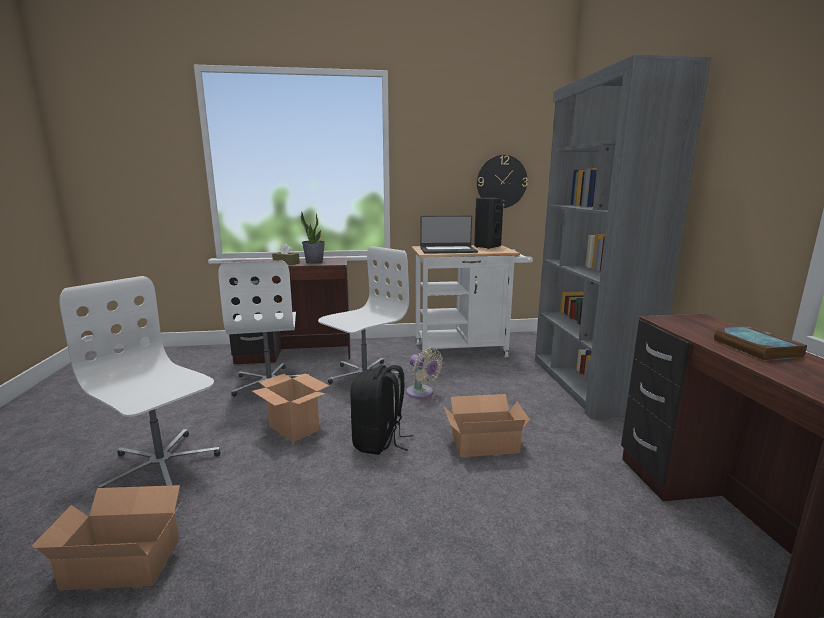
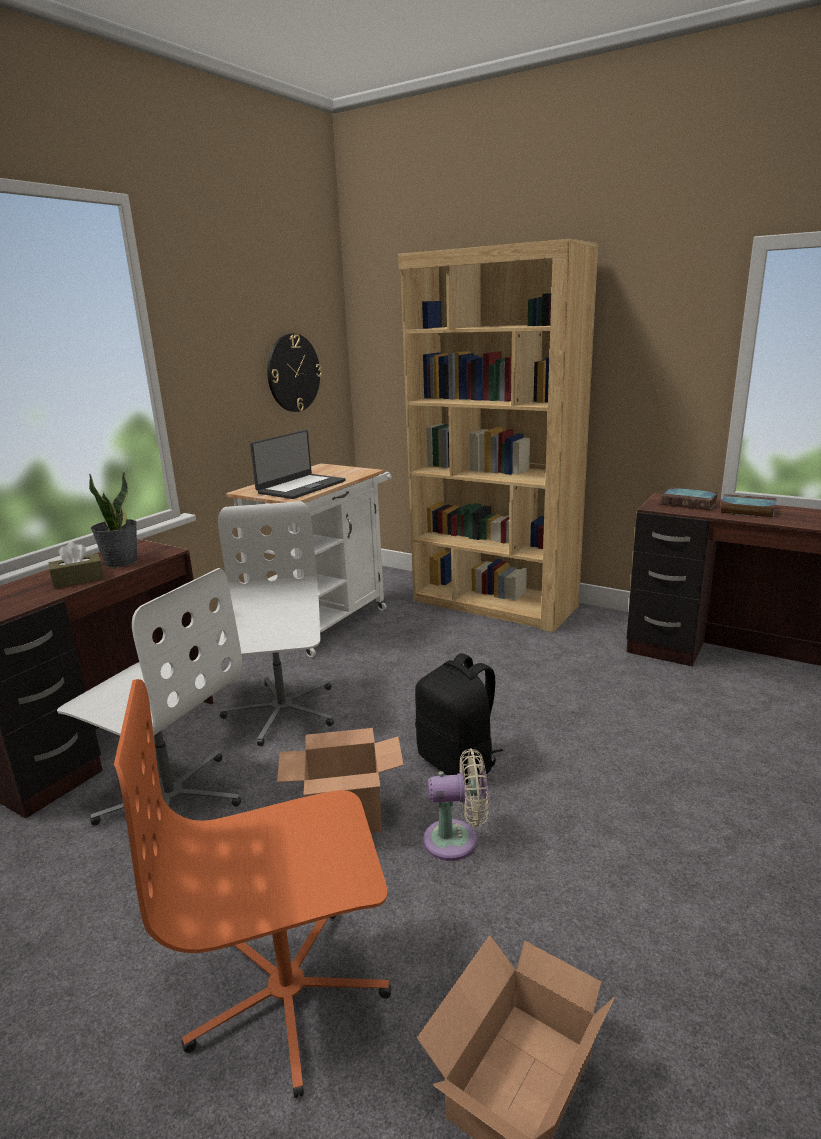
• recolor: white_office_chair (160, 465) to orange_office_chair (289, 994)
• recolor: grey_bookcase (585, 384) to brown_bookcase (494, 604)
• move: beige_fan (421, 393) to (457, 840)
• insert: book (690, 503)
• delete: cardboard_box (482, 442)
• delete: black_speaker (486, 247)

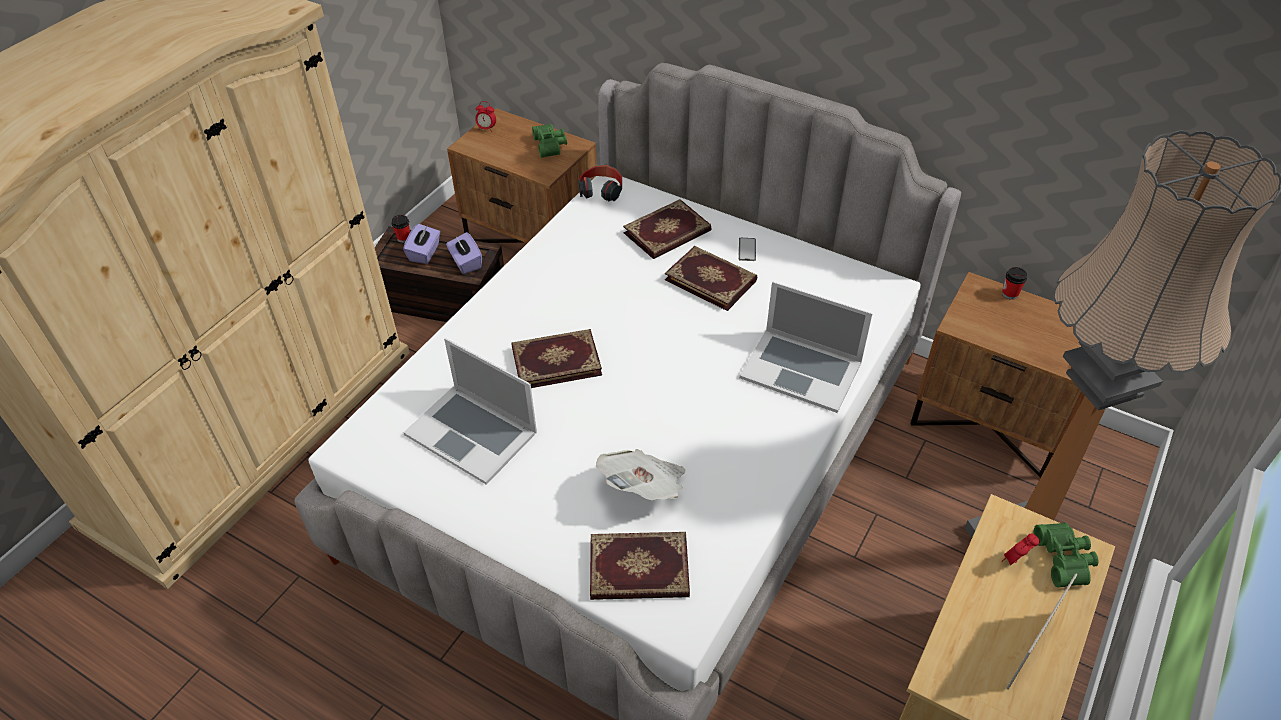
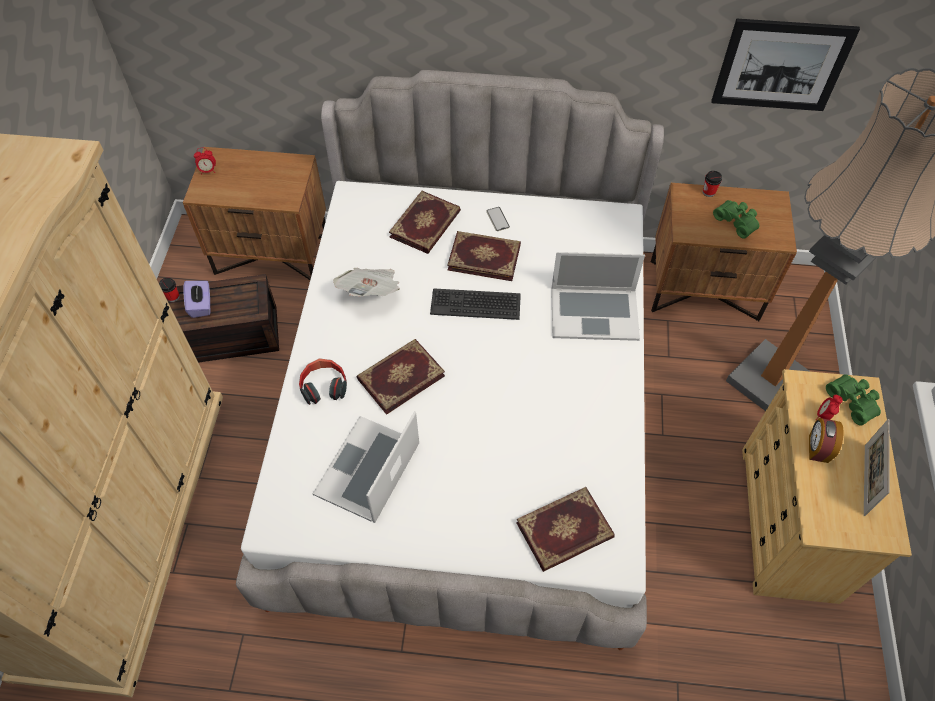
• move: headphones (601, 190) to (324, 386)
• rotate: laptop (471, 433) = (368, 469) 105 degrees clockwise
• move: newspaper (644, 487) to (371, 292)
• insert: keyboard (475, 304)
• insert: picture (781, 65)
• move: green_binoculars (551, 145) to (737, 221)
• insert: alarm_clock (817, 448)
• delete: purple_tissue_box (466, 262)

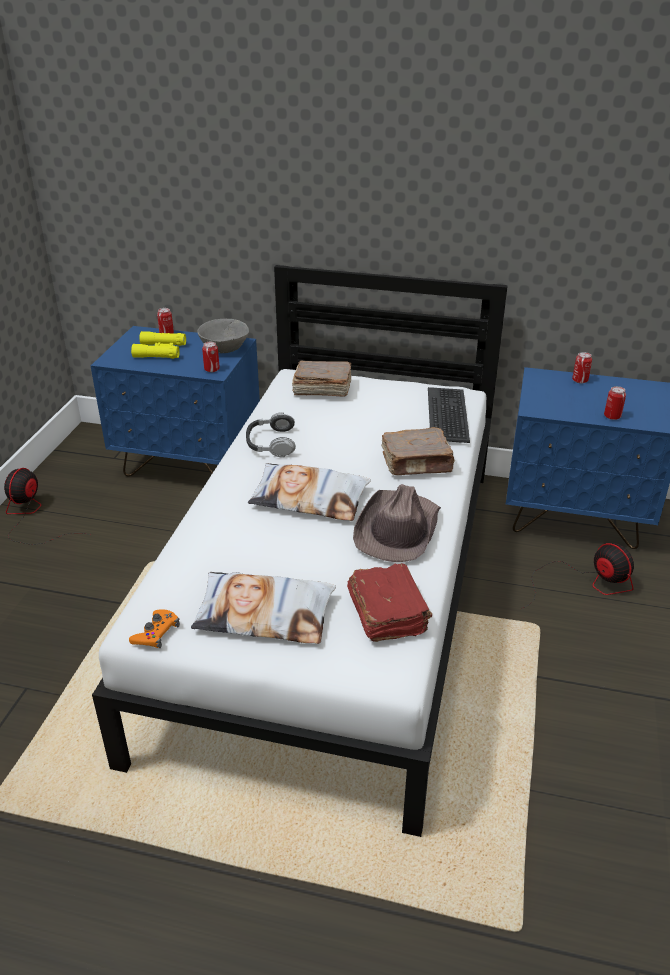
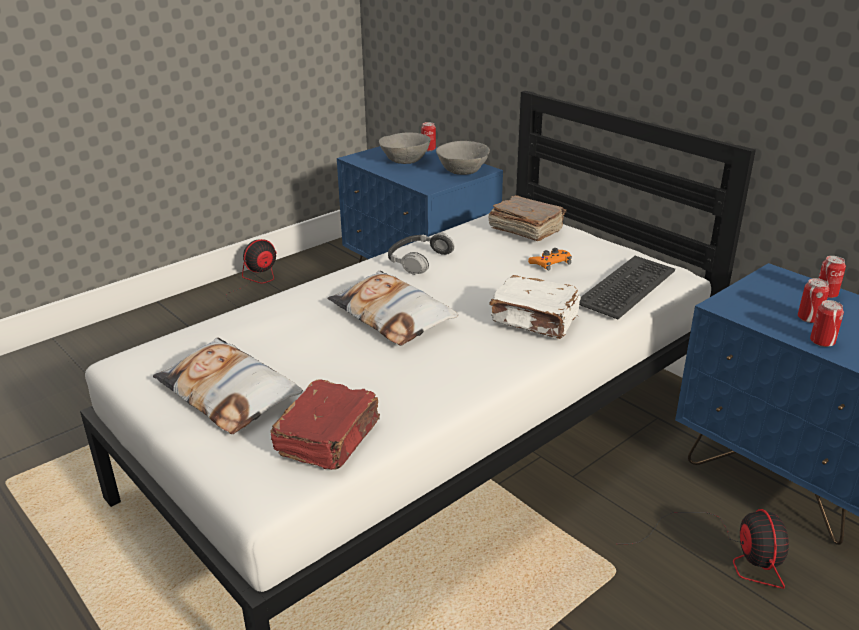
• replace: yellow_binoculars (160, 351) to grey_bowl (405, 160)
• recolor: brown_book (417, 463) to white_book (535, 320)
• move: orange_game_controller (156, 633) to (550, 263)
• move: can (212, 369) to (809, 318)
• delete: brown_hat (398, 529)

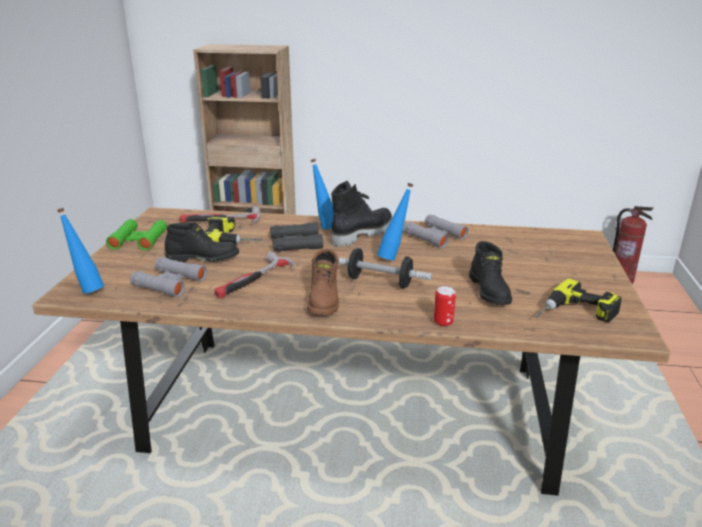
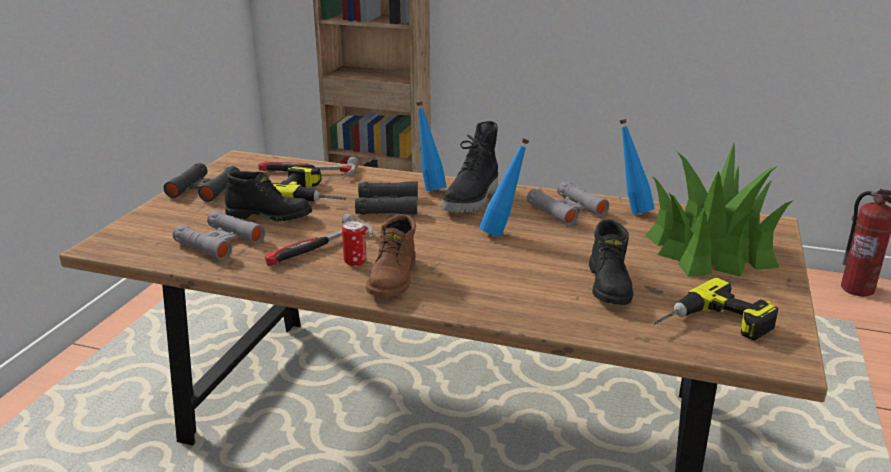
• recolor: green_binoculars (139, 240) to black_binoculars (204, 189)
• move: can (443, 322) to (355, 262)
• rotate: black_boot (361, 234) = (472, 200) 150 degrees clockwise
• move: blue_bottle (87, 289) to (631, 210)
• insert: potted_plant (711, 250)
• delete: dumbbell (380, 282)

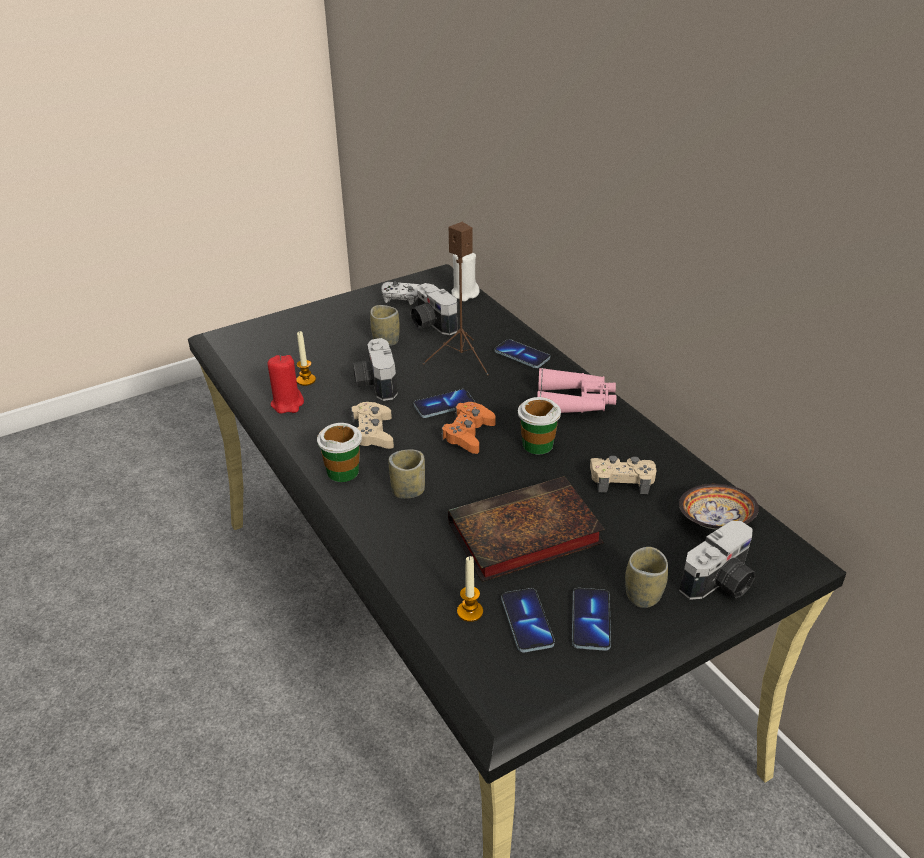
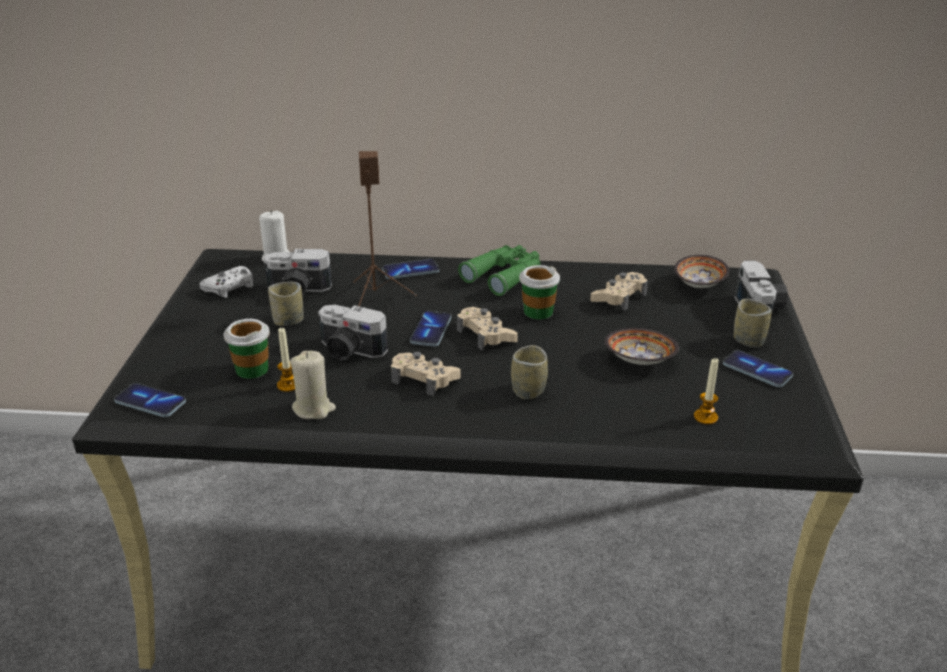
• move: phone (527, 621) to (150, 402)
• move: cup (343, 471) to (252, 369)
• recolor: red_candle (287, 404) to beige_candle (313, 409)
• recolor: orange_game_controller (468, 434) to beige_game_controller (486, 335)
• recolor: pink_binoculars (575, 402) to green_binoculars (504, 276)
• replace: book (521, 536) to bowl (641, 362)

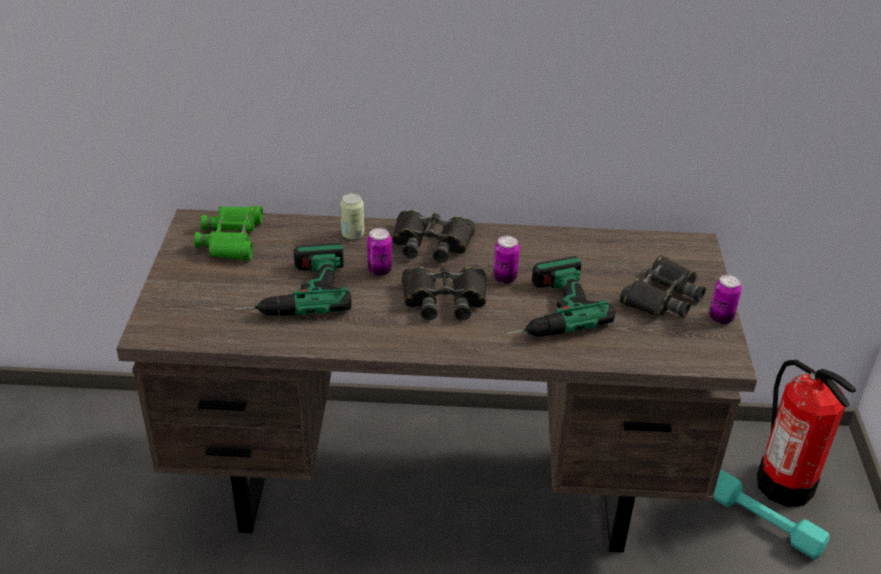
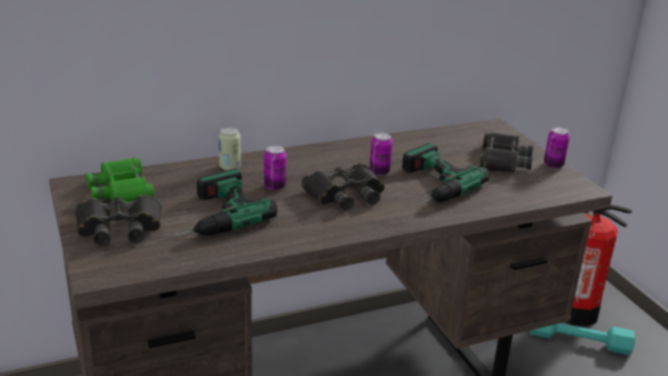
• move: black_binoculars (431, 243) to (119, 228)

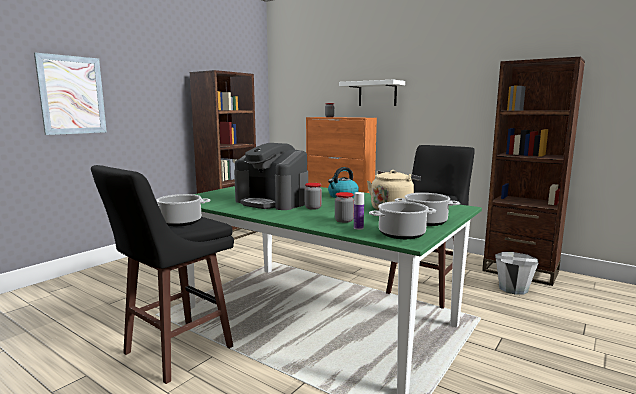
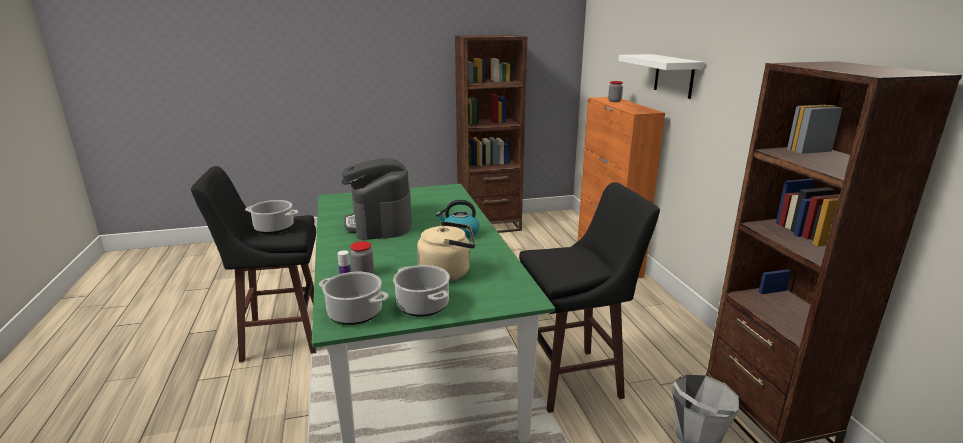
• delete: picture (72, 95)
• delete: jar (313, 208)

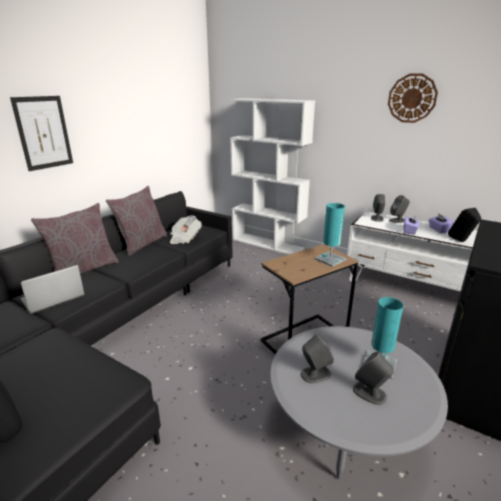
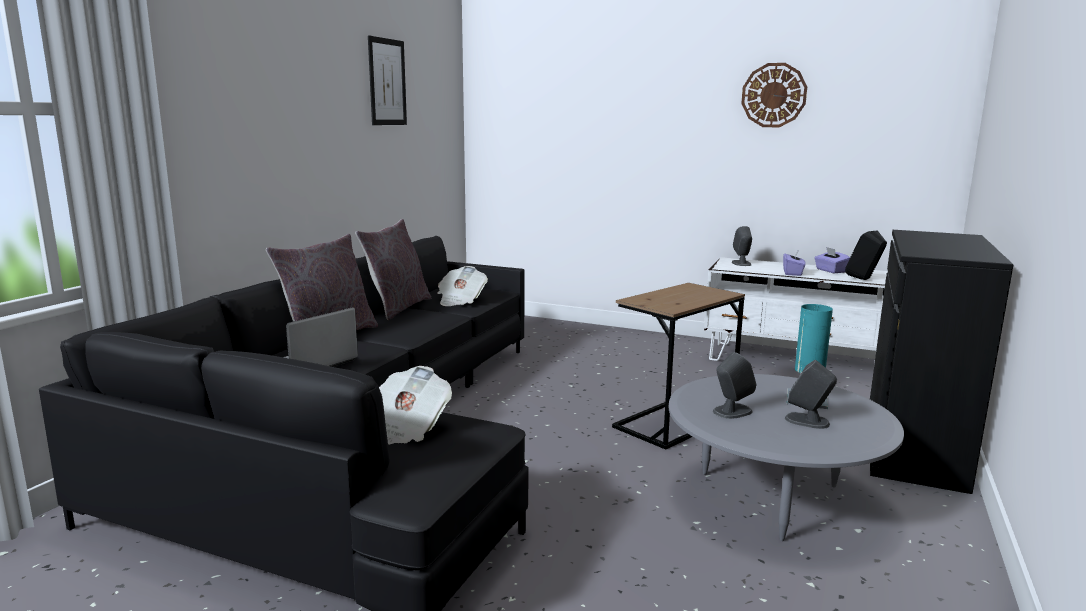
• move: picture (43, 133) to (387, 82)
• insert: newspaper (405, 429)
• delete: white_bookcase (268, 244)
• delete: turquoise_table_lamp (330, 259)
• delete: grey_speaker (397, 220)

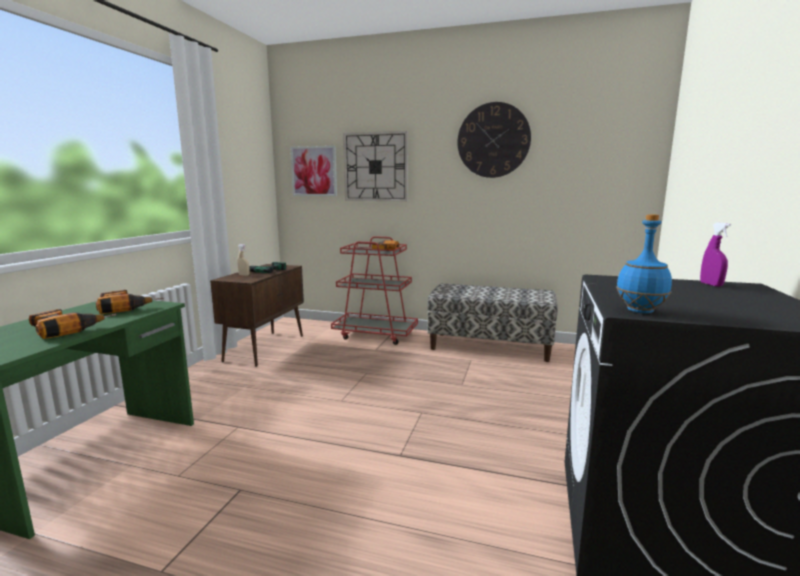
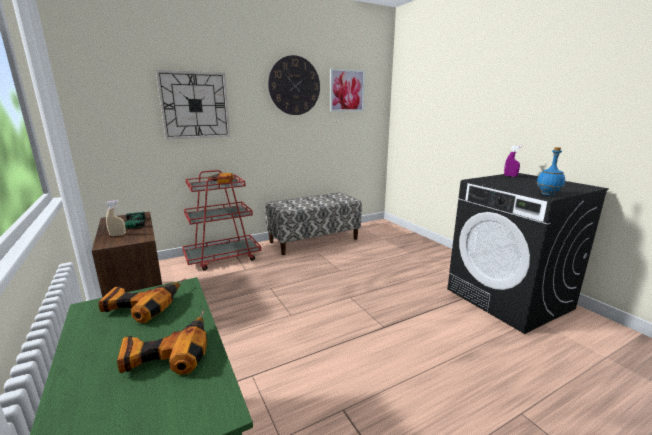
• move: picture (314, 171) to (346, 90)

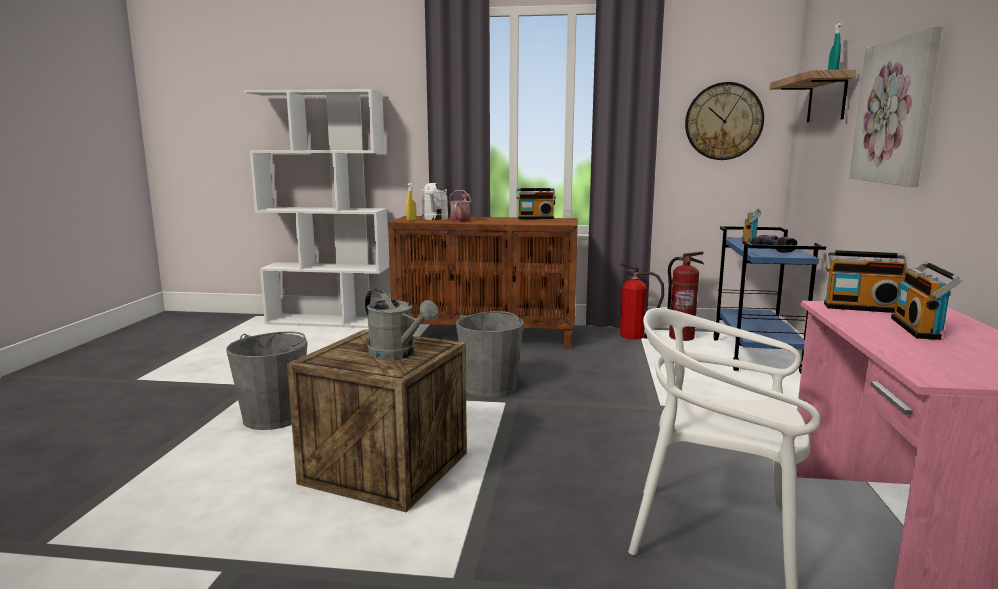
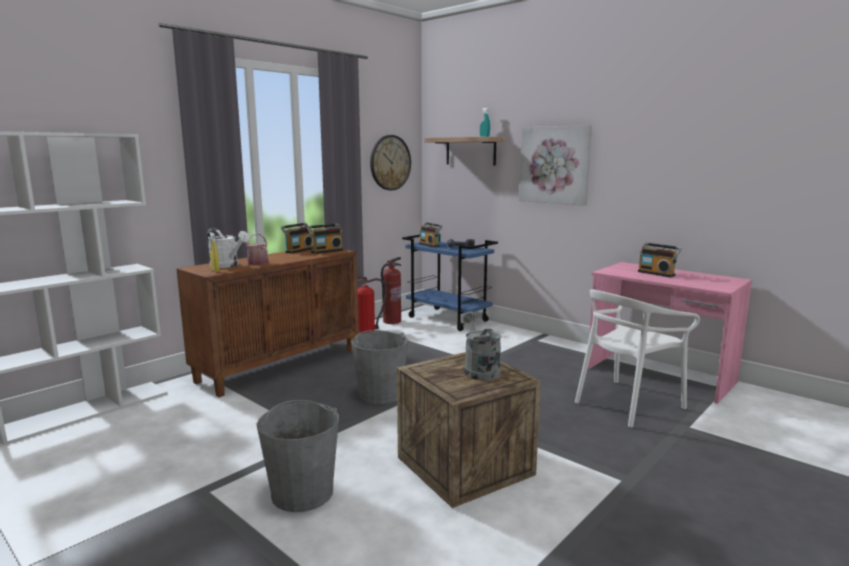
• move: radio (860, 307) to (326, 251)
• rotate: grey_watering_can (398, 354) = (479, 370) 90 degrees counterclockwise

